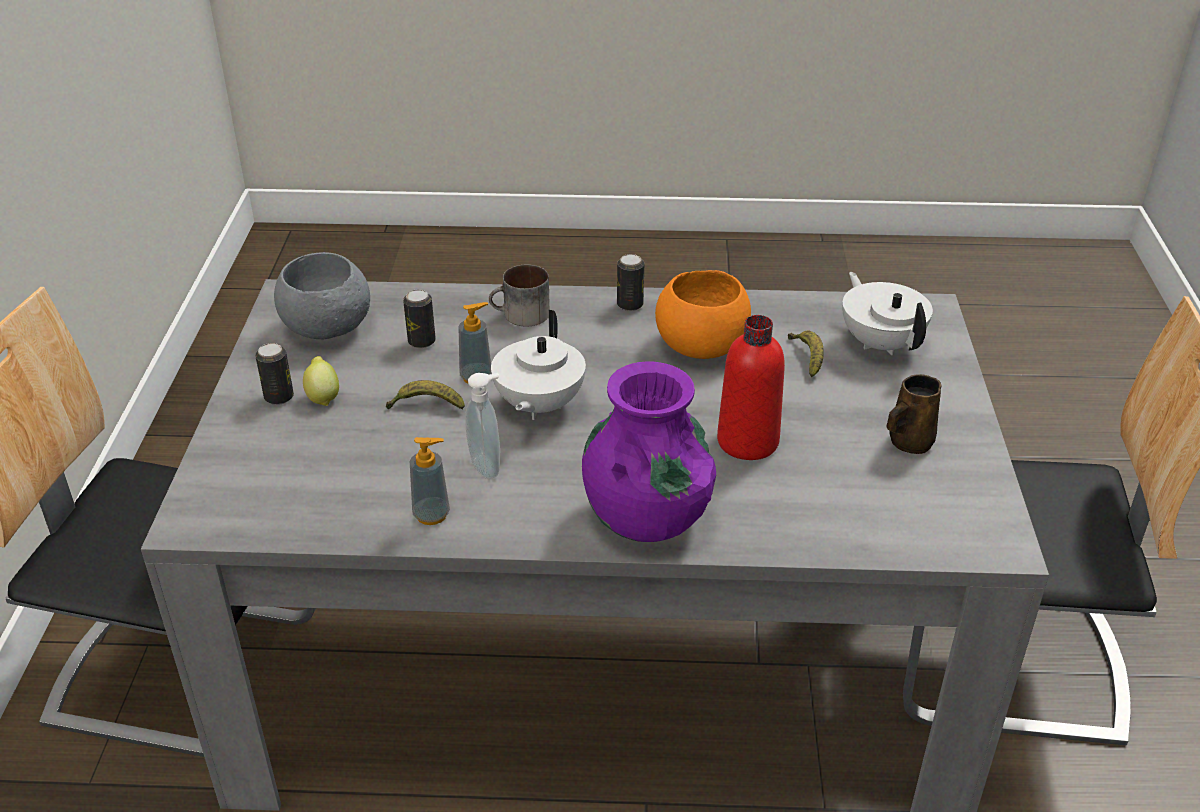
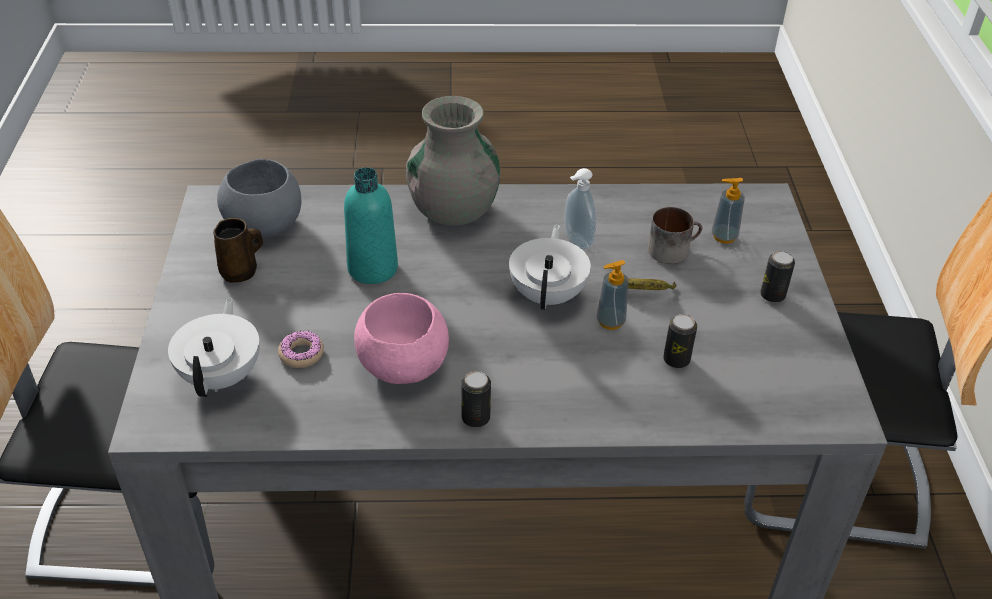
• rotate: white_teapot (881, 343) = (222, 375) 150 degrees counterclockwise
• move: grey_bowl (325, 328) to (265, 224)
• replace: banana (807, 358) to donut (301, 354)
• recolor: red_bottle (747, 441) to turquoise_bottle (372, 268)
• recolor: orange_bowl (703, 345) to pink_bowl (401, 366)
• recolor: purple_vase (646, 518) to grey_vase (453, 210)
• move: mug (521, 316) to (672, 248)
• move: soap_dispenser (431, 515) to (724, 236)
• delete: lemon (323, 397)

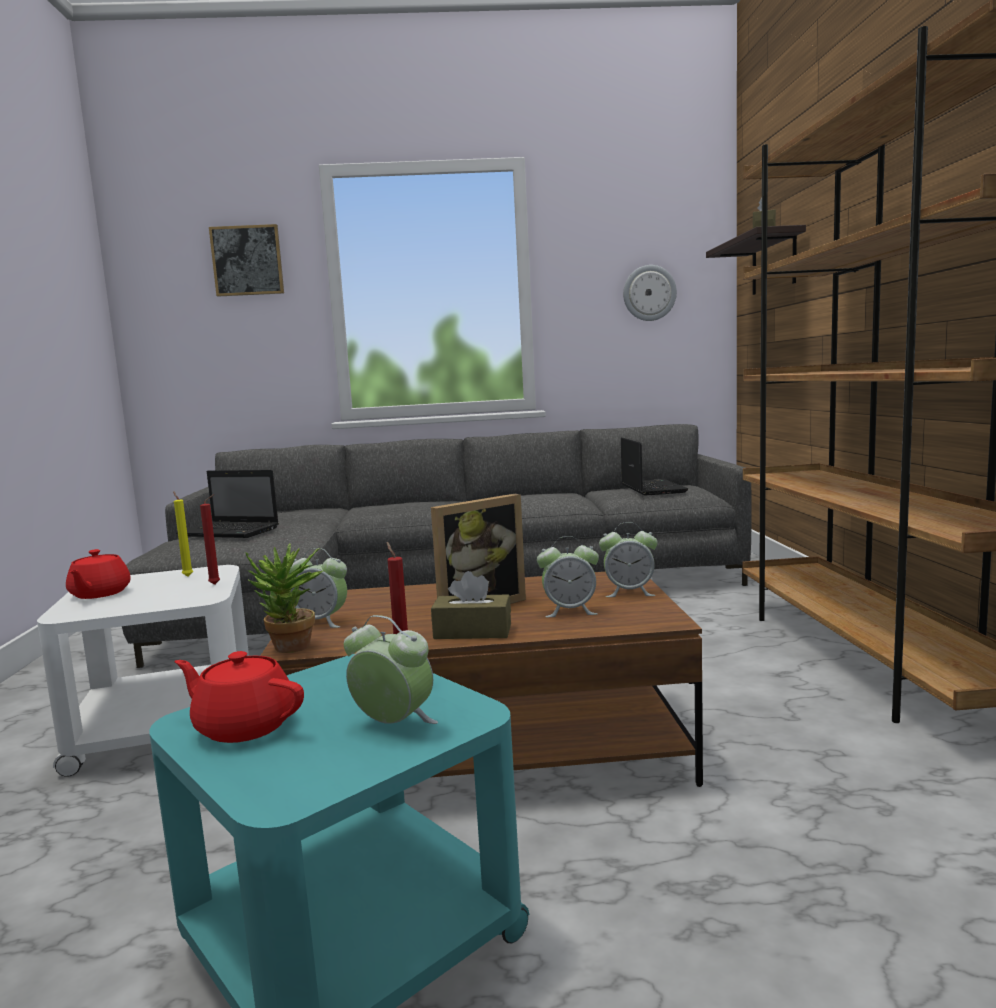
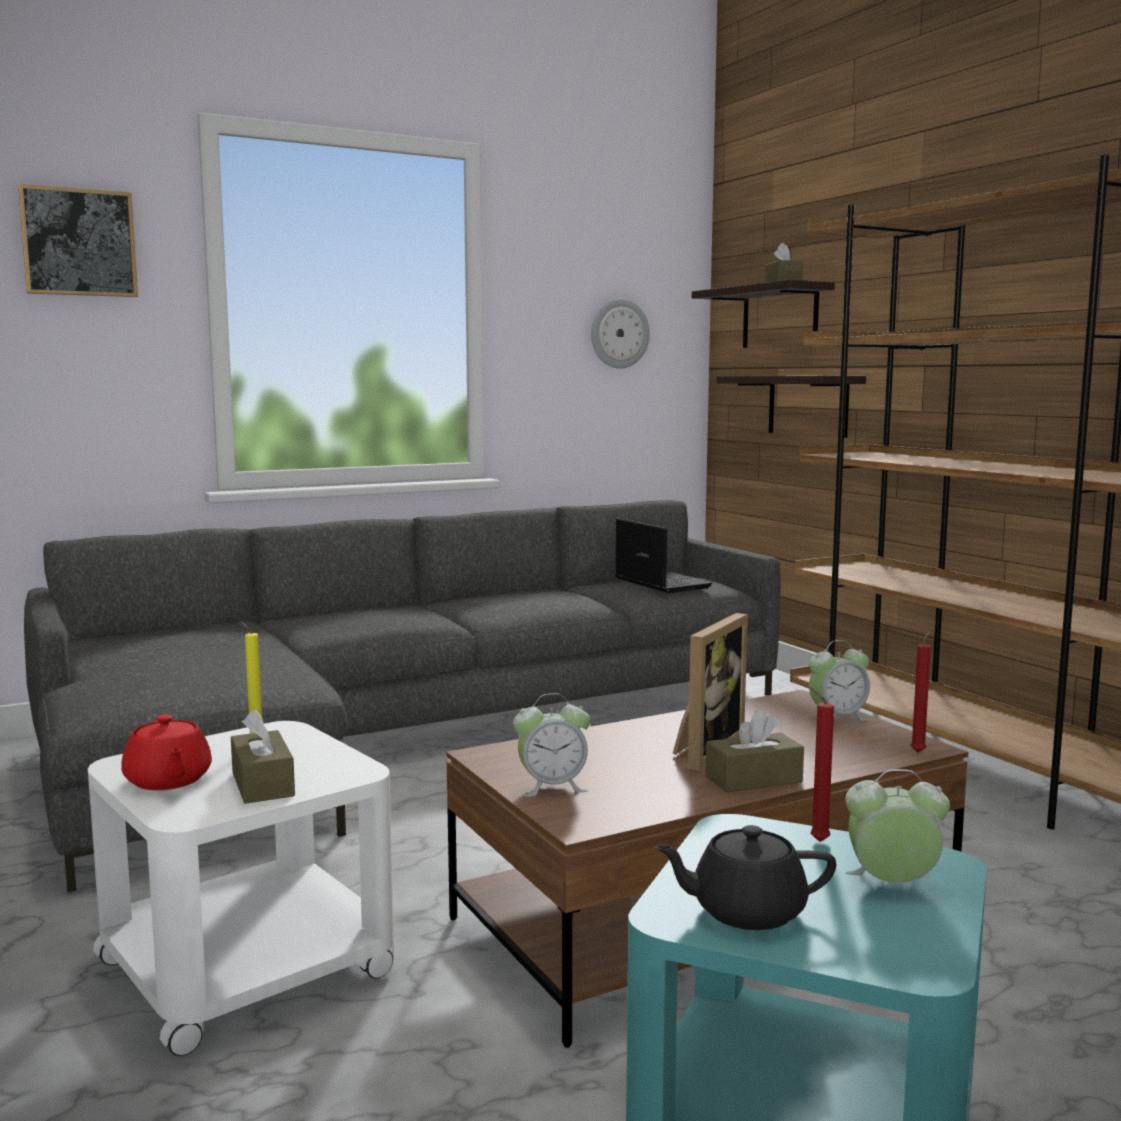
• insert: brown_tissue_box (262, 784)
• recolor: red_teapot (244, 726) to black_teapot (746, 911)
• insert: shelf (807, 405)
• move: red_candle (216, 584) to (919, 752)
• delete: laptop (231, 532)
• delete: potted_plant (290, 649)
• delete: alarm_clock (569, 611)

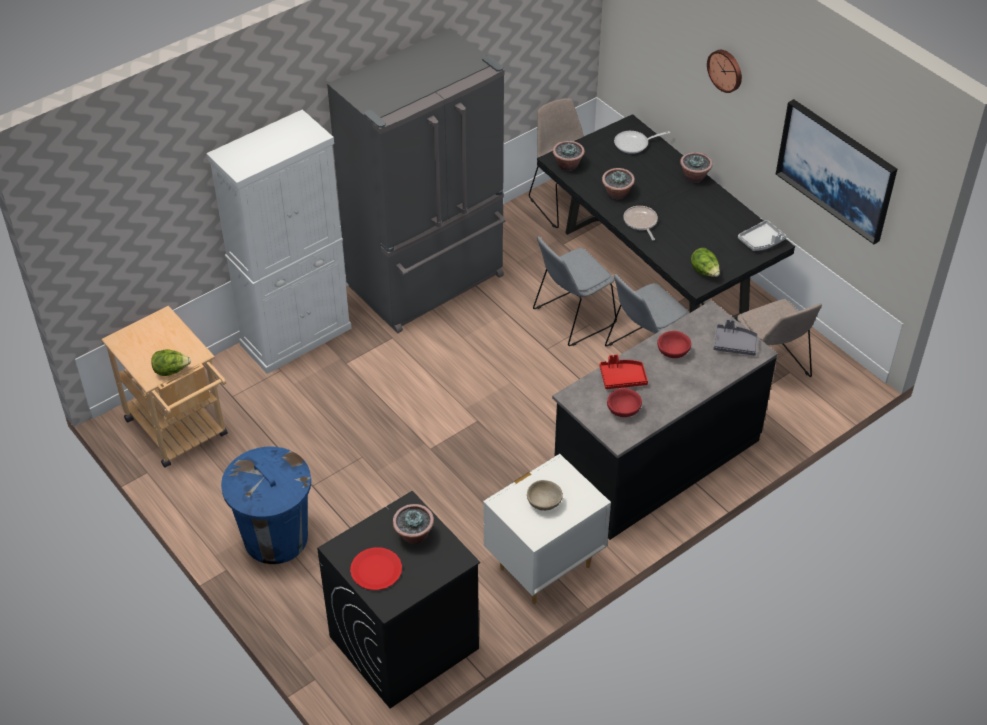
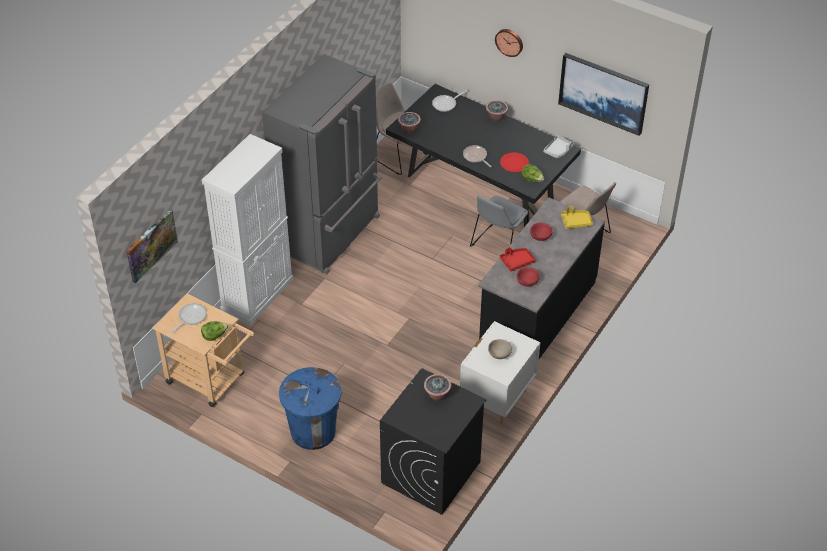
• insert: picture (151, 245)
• insert: frying_pan (190, 317)
• move: red_plate (376, 570) to (514, 163)
• recolor: grey_tray (734, 344) to yellow_tray (576, 222)
• delete: grey_chair (571, 318)
• delete: potted_plant (617, 194)

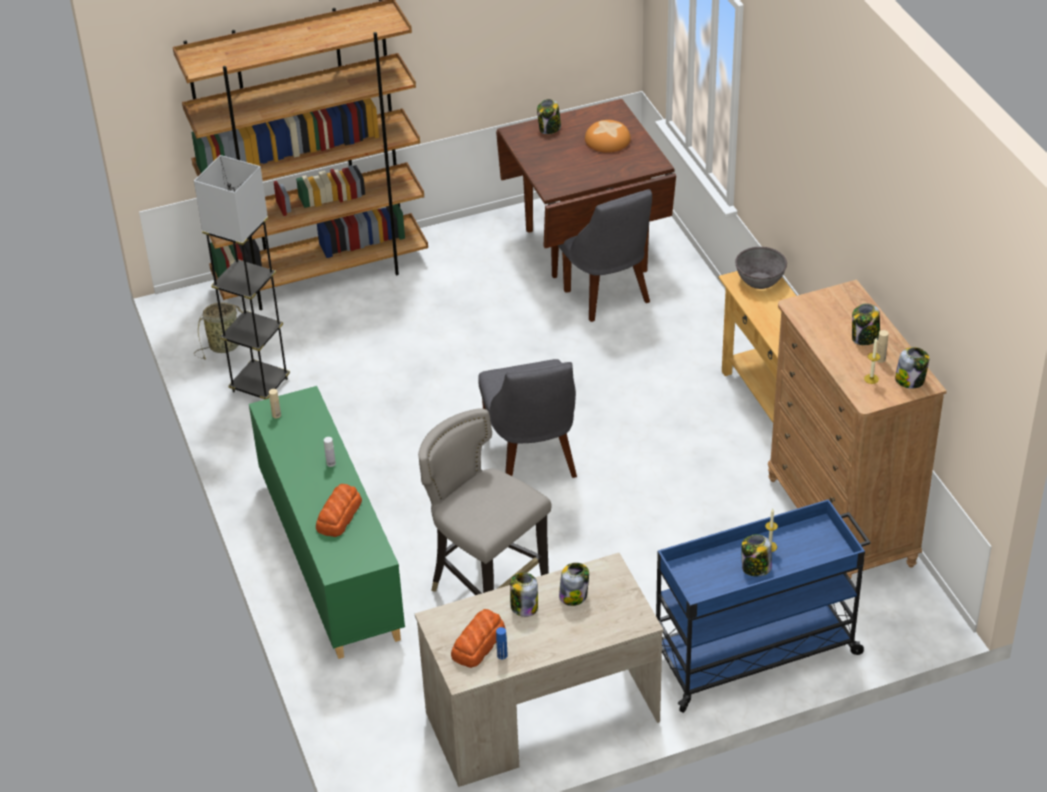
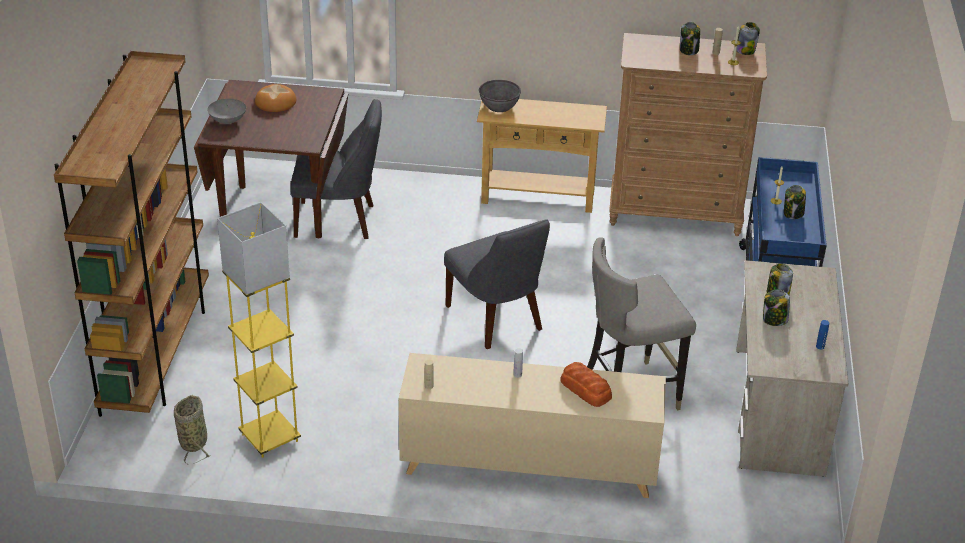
• replace: jar (549, 128) to grey_bowl (228, 121)
• recolor: grey_floor_lamp (260, 385) to yellow_floor_lamp (269, 438)
• recolor: green_cabinet (330, 558) to beige_cabinet (528, 465)
• rotate: grey_chair (532, 457) = (496, 320) 45 degrees clockwise
• delete: bread (477, 644)

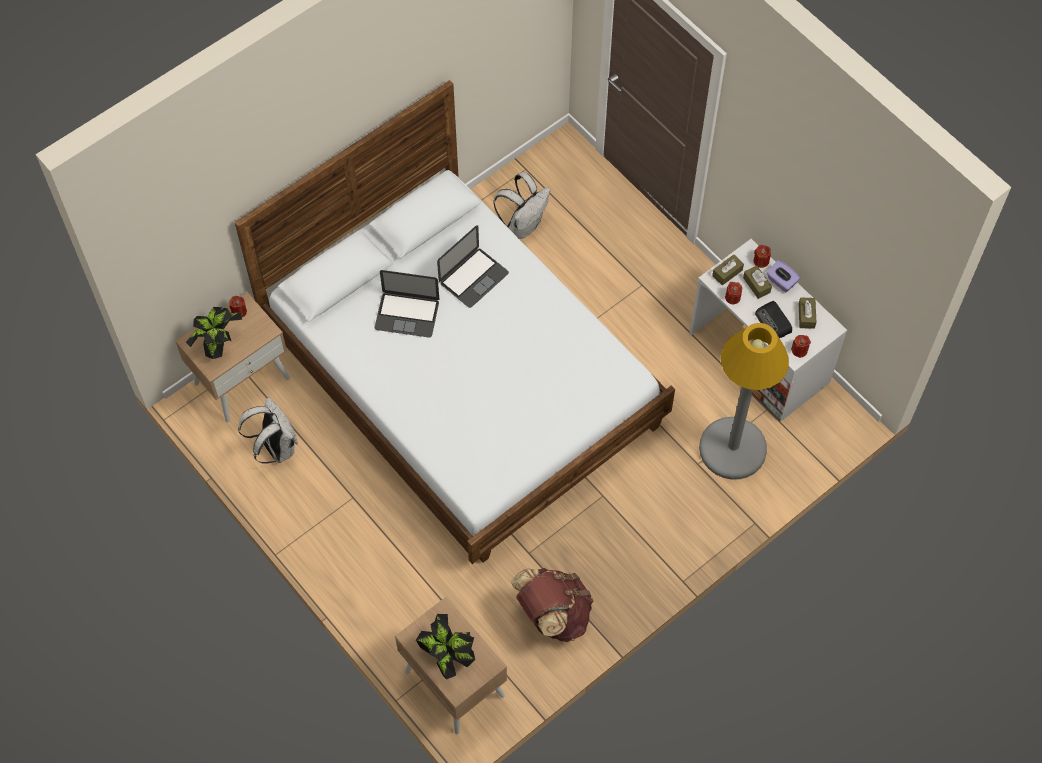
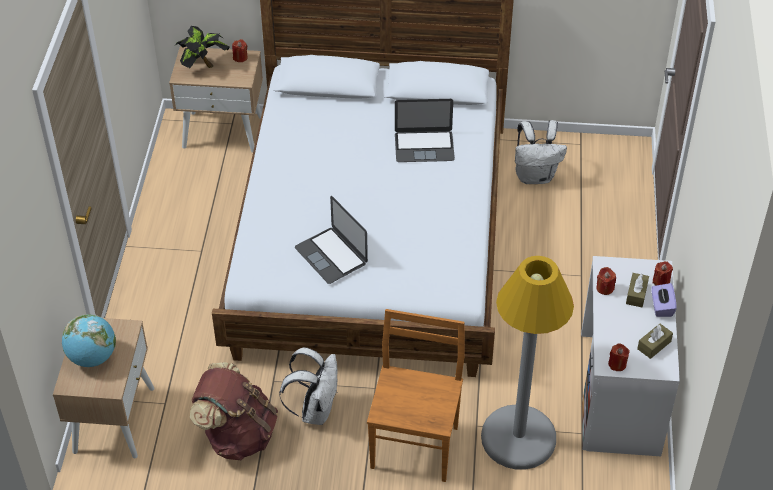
• replace: potted_plant (447, 655) to globe (92, 357)
• move: white_backpack (276, 447) to (315, 410)
• move: laptop (407, 314) to (331, 255)
• insert: brown_chair (415, 445)
• delete: brown_tissue_box (727, 273)
• delete: radio (773, 322)

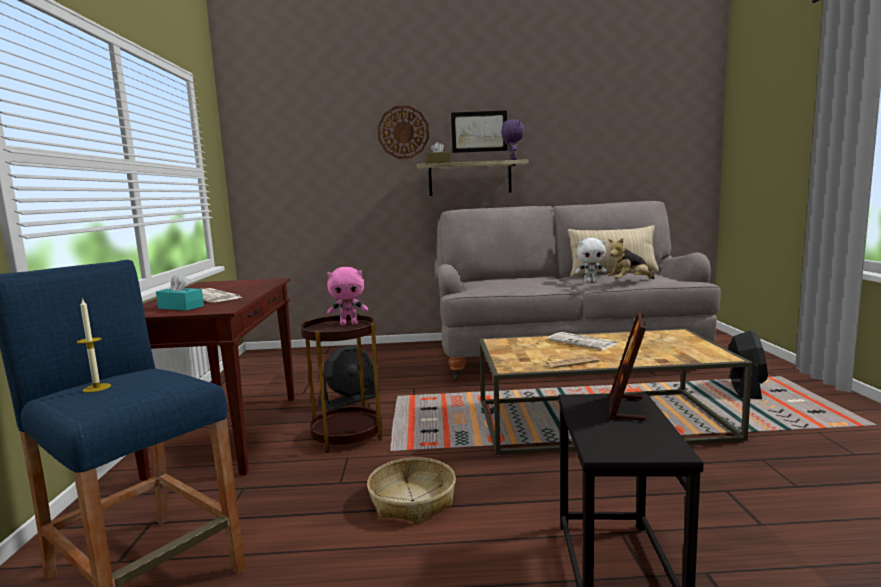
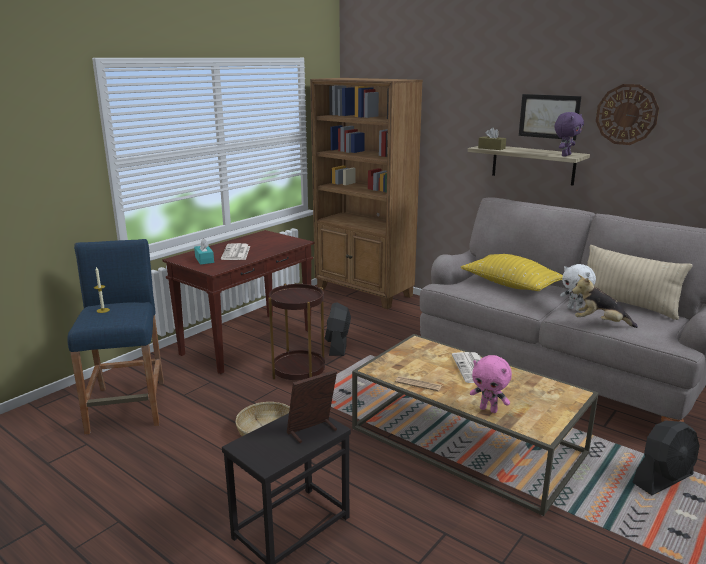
• insert: brown_bookcase (364, 292)
• rotate: black_fan (349, 401) = (337, 346) 90 degrees clockwise
• insert: yellow_pillow (510, 285)
• move: pink_plush_toy (349, 324) to (489, 409)
• move: wall_clock (403, 132) to (626, 114)

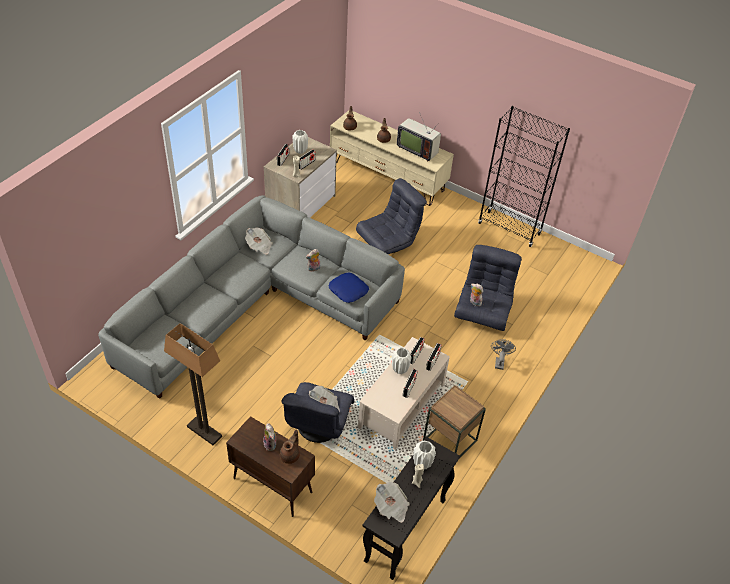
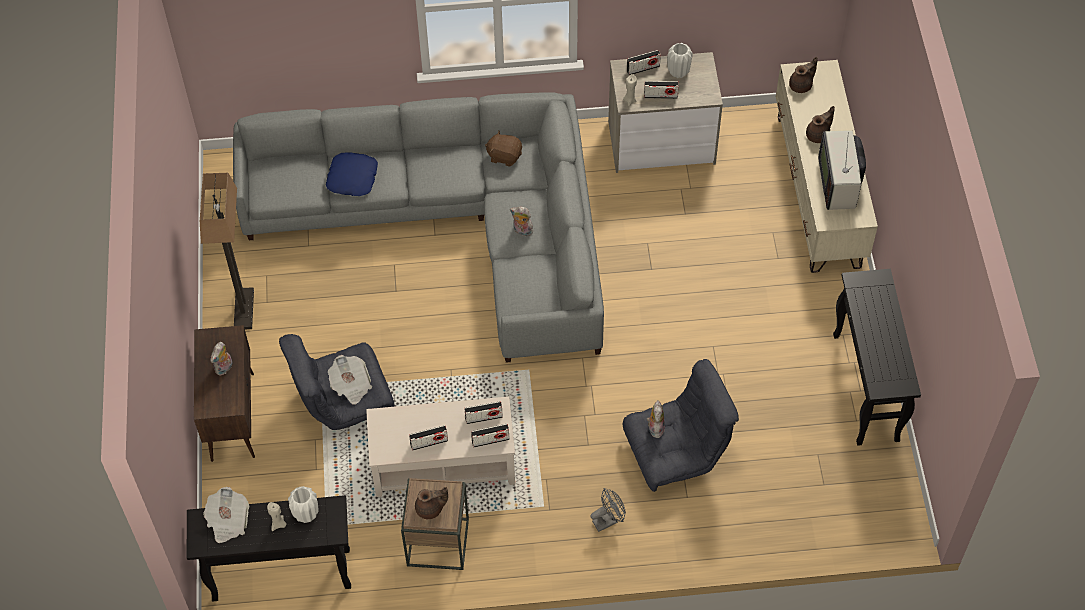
• move: blue_pillow (348, 290) to (353, 178)
• move: brown_teapot (290, 455) to (430, 509)
• replace: newspaper (259, 246) to brown_plush_toy (504, 156)
• replace: black_bookcase (509, 229) to black_console_table (866, 388)
• delete: grey_armchair (388, 242)
• delete: white_vase (400, 369)

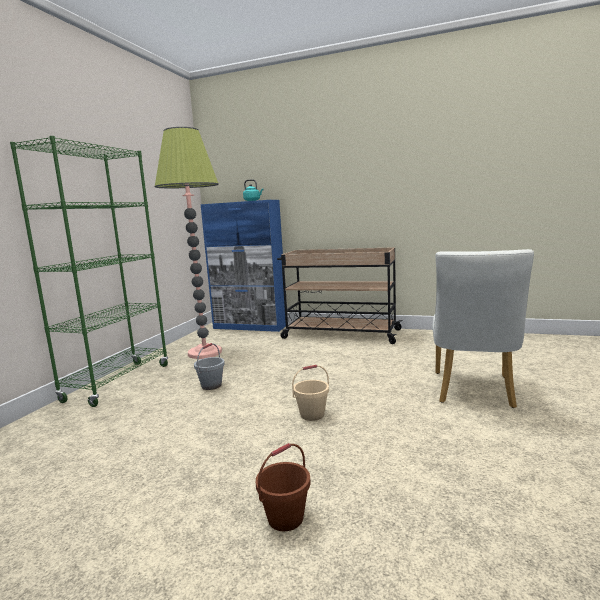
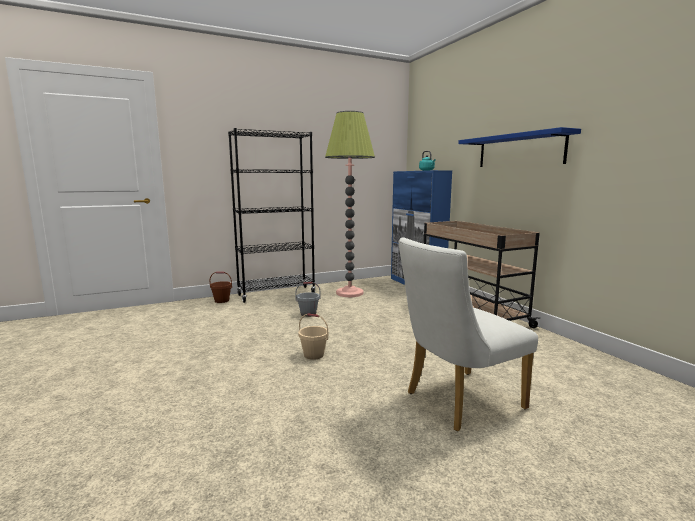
• move: brown_bucket (285, 518) to (221, 300)
• recolor: green_bookcase (118, 382) to black_bookcase (276, 294)
• insert: blue_shelf (519, 150)

